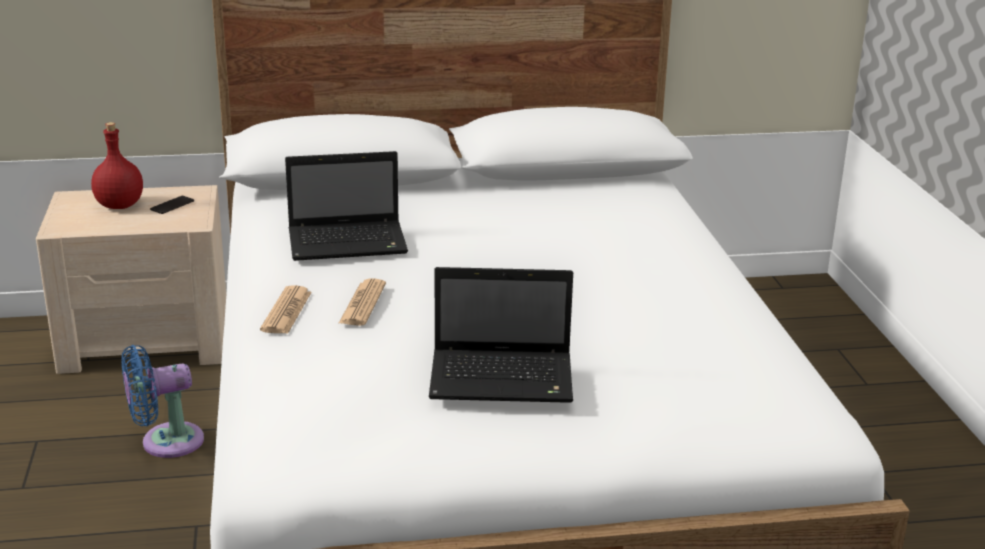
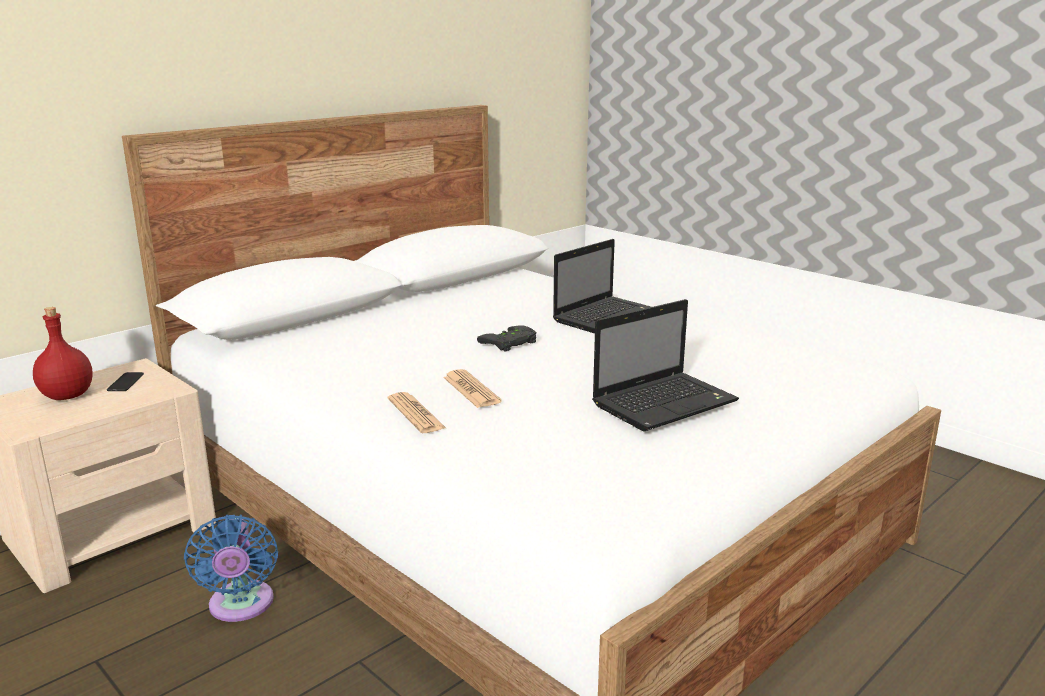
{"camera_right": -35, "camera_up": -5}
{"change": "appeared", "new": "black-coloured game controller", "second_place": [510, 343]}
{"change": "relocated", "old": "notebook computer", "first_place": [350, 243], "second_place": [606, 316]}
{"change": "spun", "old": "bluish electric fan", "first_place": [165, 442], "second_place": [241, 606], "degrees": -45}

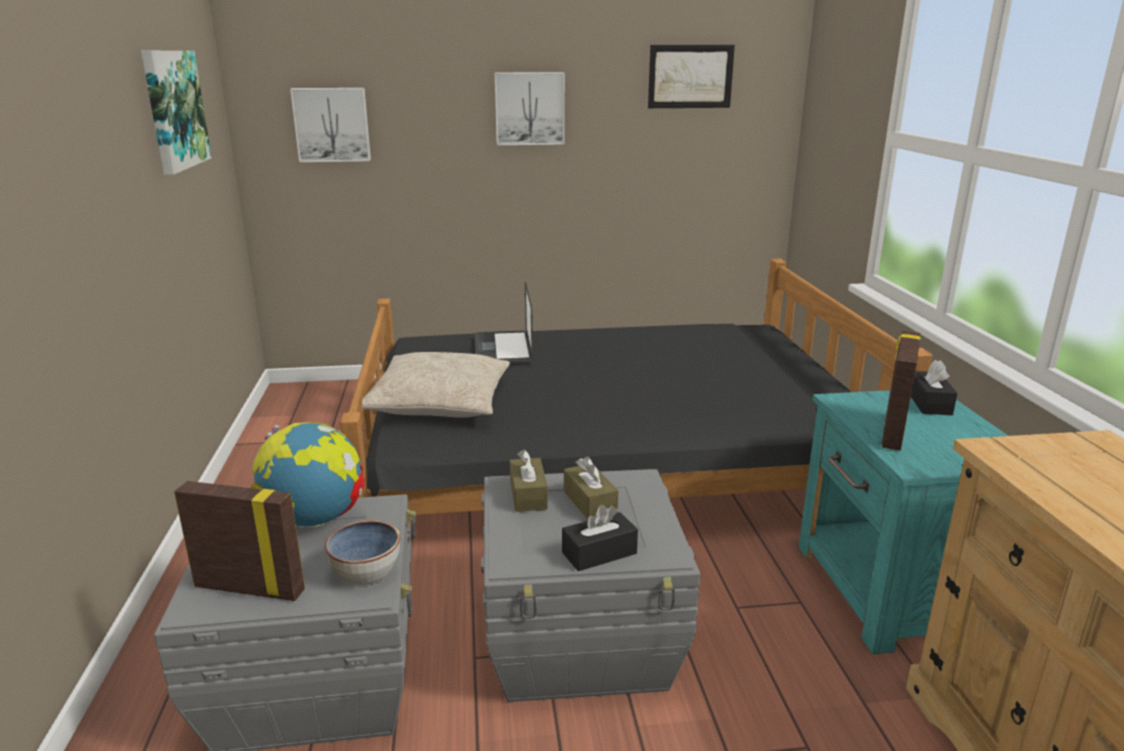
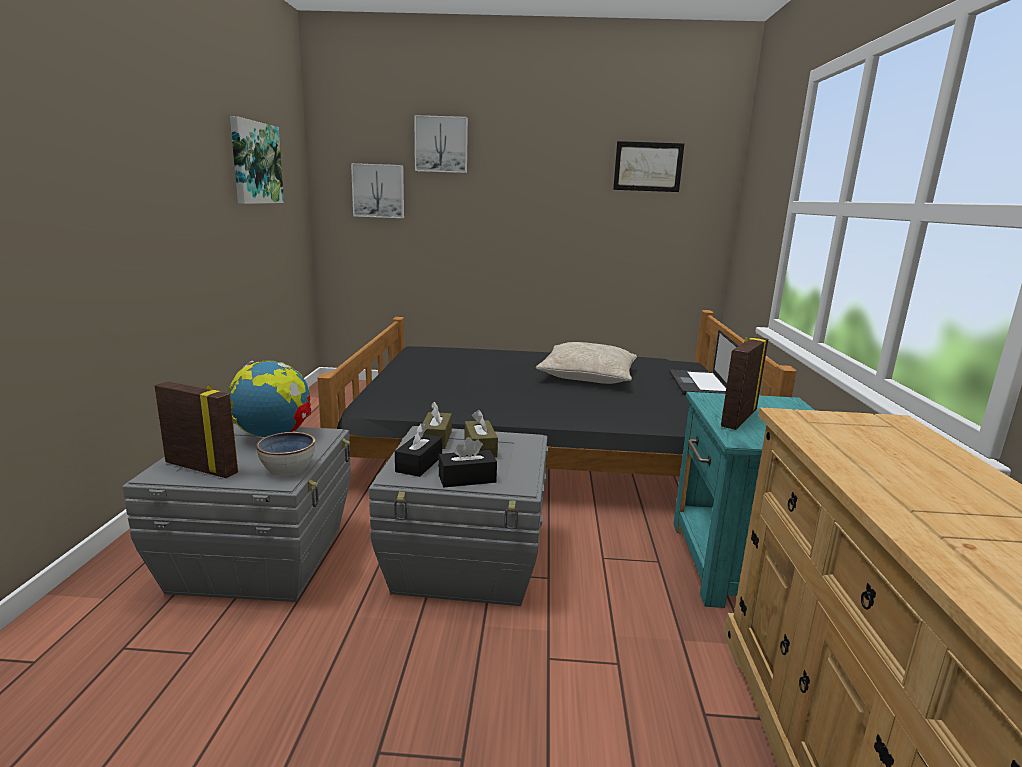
{"camera_right": 10, "camera_up": -5}
{"change": "relocated", "old": "beige-coloured pillow", "first_place": [439, 401], "second_place": [588, 375]}
{"change": "relocated", "old": "notebook computer", "first_place": [503, 350], "second_place": [698, 384]}
{"change": "relocated", "old": "picture", "first_place": [529, 108], "second_place": [441, 144]}
{"change": "relocated", "old": "black-coloured tissue holder", "first_place": [929, 403], "second_place": [419, 464]}

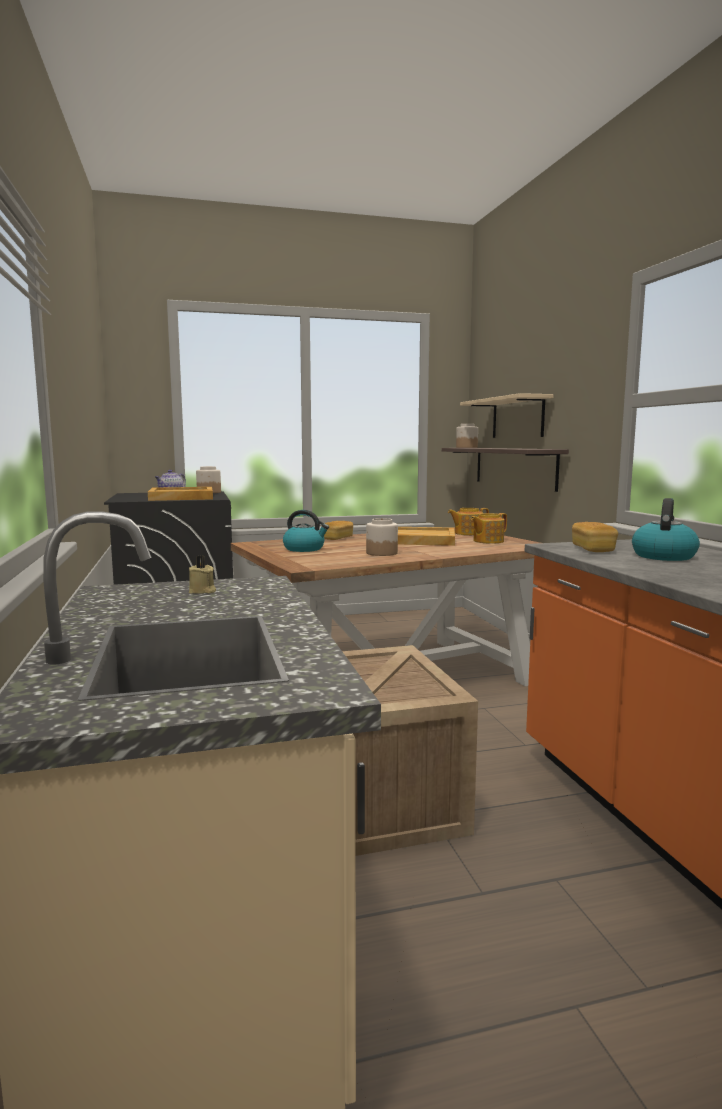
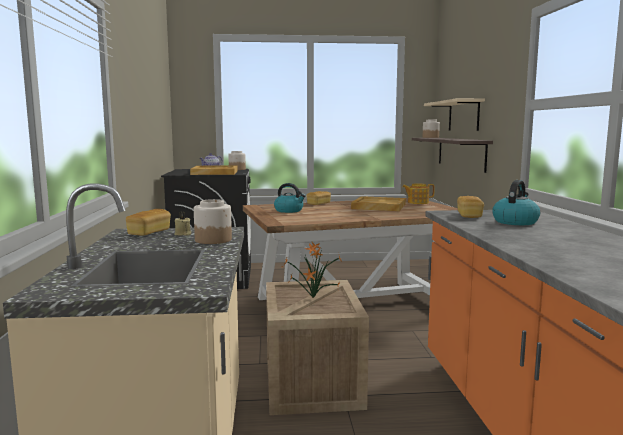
{"camera_right": 10, "camera_up": 0}
{"change": "missing", "old": "teapot", "first_place": [487, 541]}
{"change": "appeared", "new": "baked bread", "second_place": [149, 233]}
{"change": "appeared", "new": "plant in a pot", "second_place": [311, 298]}
{"change": "relocated", "old": "storage jar", "first_place": [381, 553], "second_place": [213, 240]}

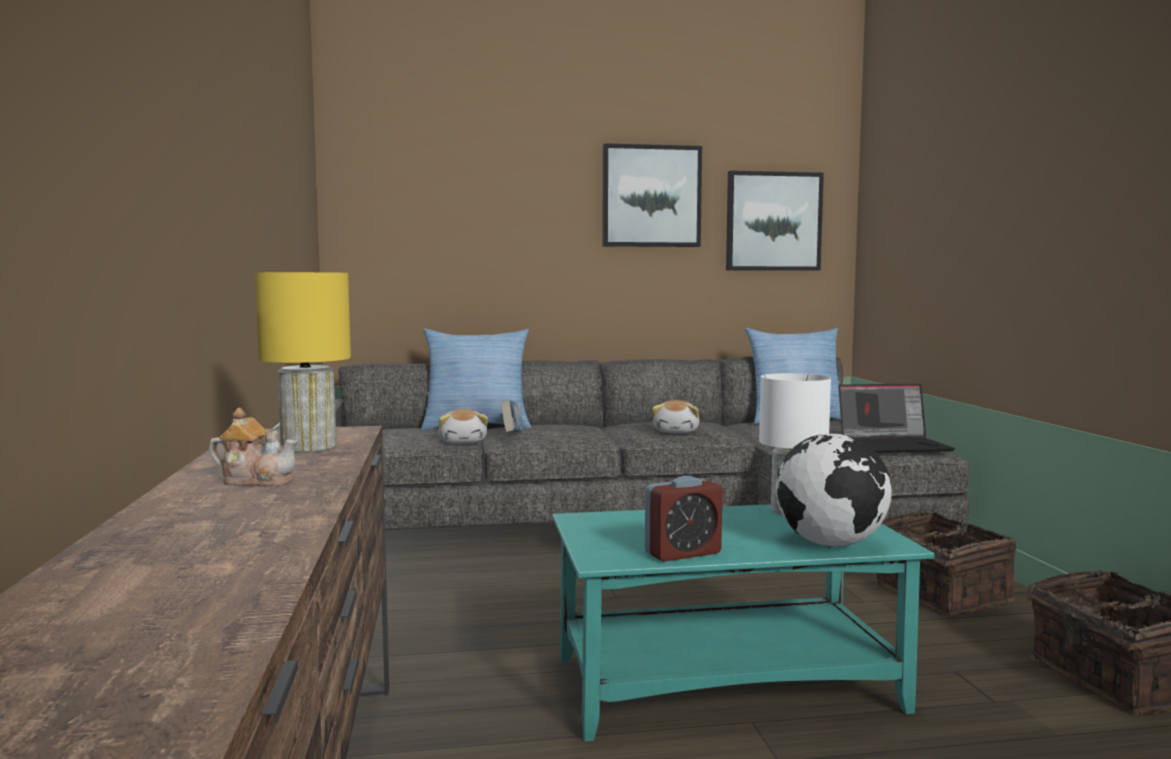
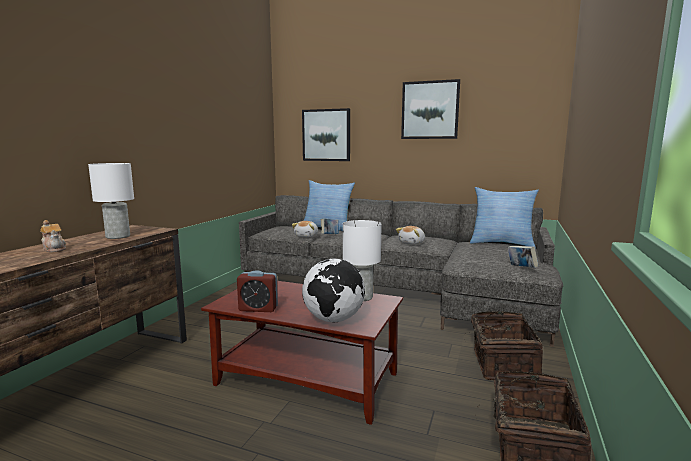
{"camera_right": 30, "camera_up": 5}
{"change": "relocated", "old": "picture", "first_place": [773, 221], "second_place": [326, 135]}
{"change": "exchanged", "old": "notebook computer", "new": "bound book", "first_place": [894, 445], "second_place": [521, 268]}
{"change": "colour", "old": "yellowish table lamp", "new": "white-coloured table lamp", "first_place": [307, 448], "second_place": [117, 236]}
{"change": "colour", "old": "turquoise-coloured low table", "new": "brownish low table", "first_place": [728, 683], "second_place": [308, 379]}

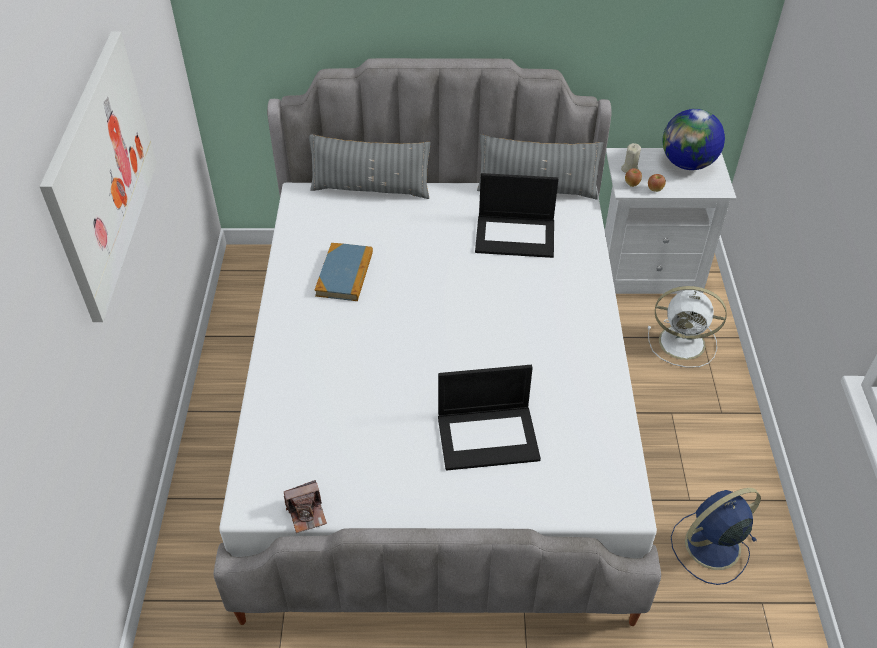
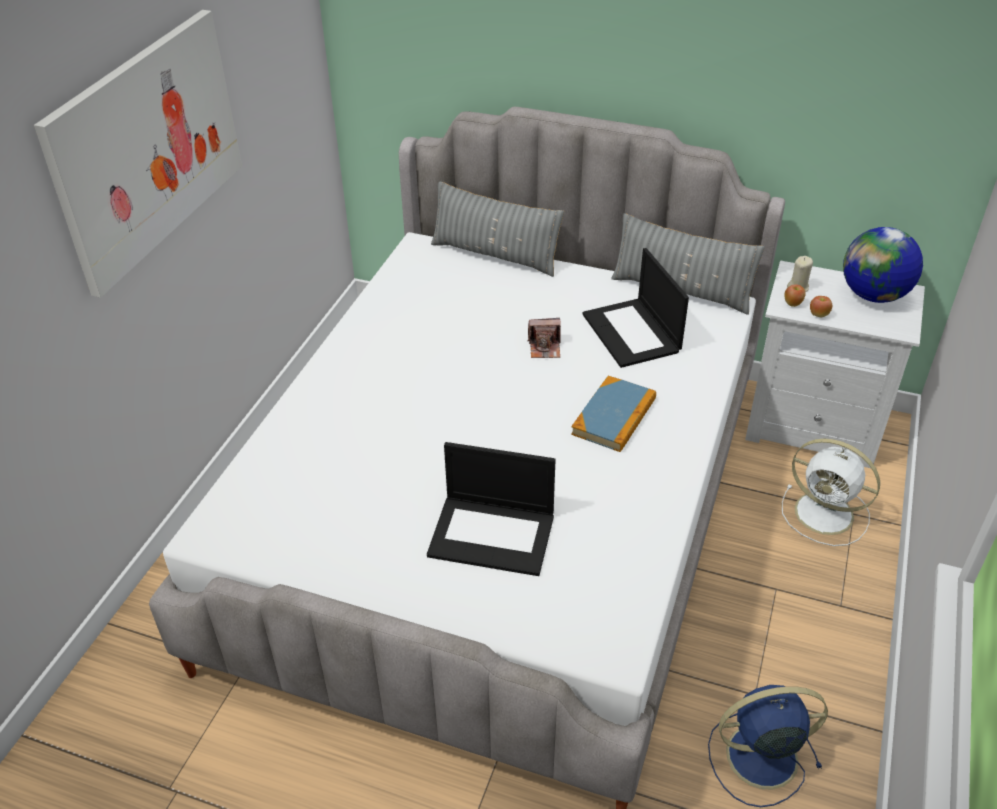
{"camera_right": 20, "camera_up": -5}
{"change": "relocated", "old": "photo camera", "first_place": [307, 514], "second_place": [545, 348]}
{"change": "relocated", "old": "bound book", "first_place": [345, 274], "second_place": [614, 417]}
{"change": "spun", "old": "notebook computer", "first_place": [516, 236], "second_place": [632, 333], "degrees": 45}

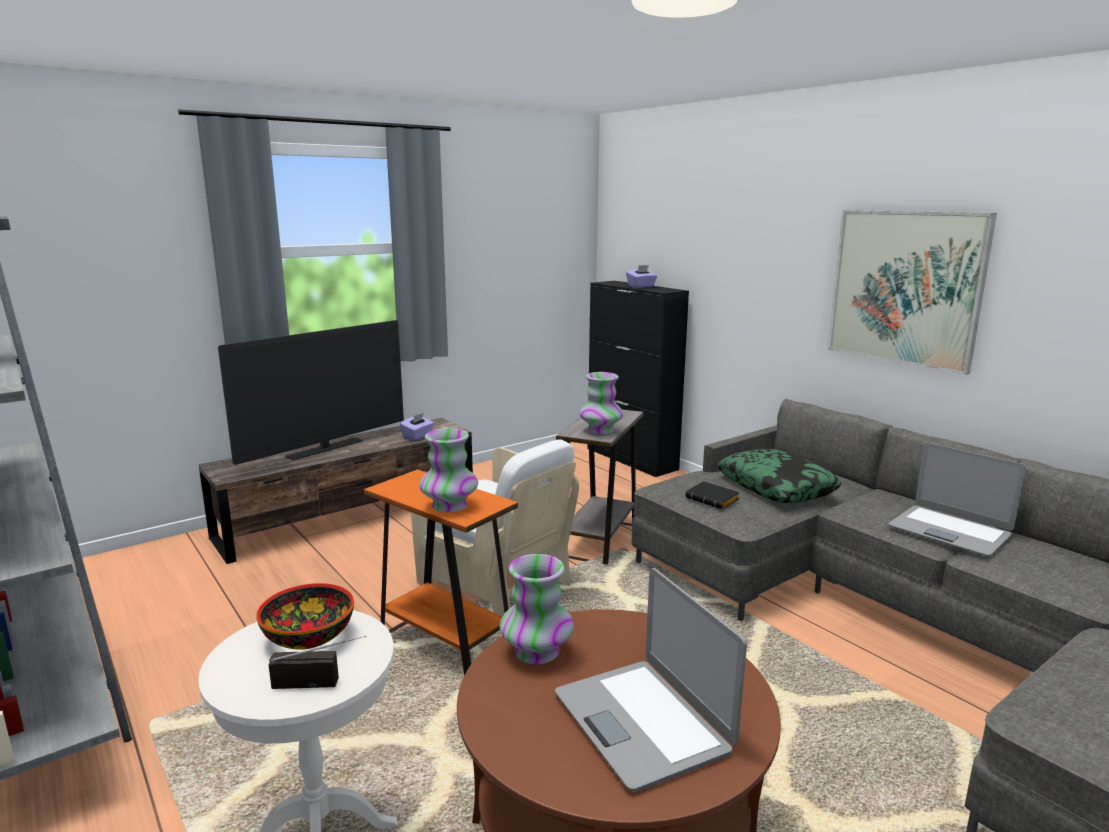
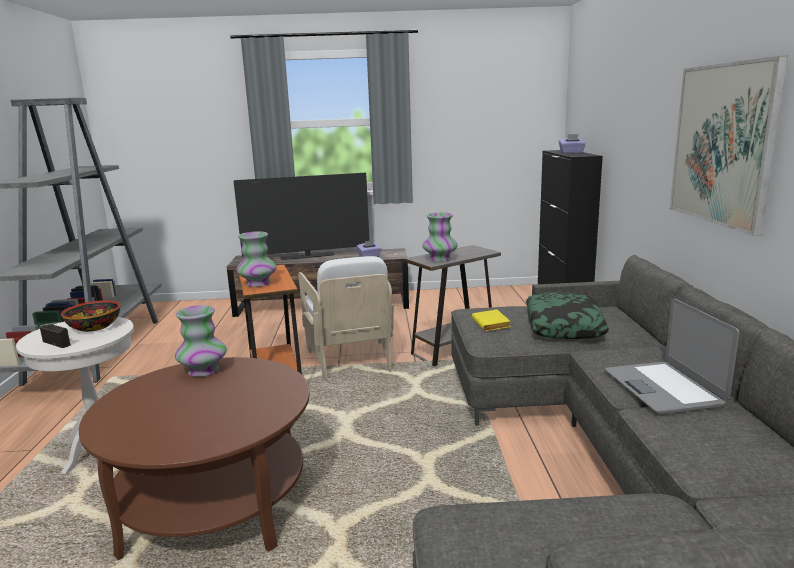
{"camera_right": 35, "camera_up": 0}
{"change": "missing", "old": "notebook computer", "first_place": [642, 722]}
{"change": "colour", "old": "black-coloured bound book", "new": "yellowish bound book", "first_place": [714, 500], "second_place": [492, 324]}

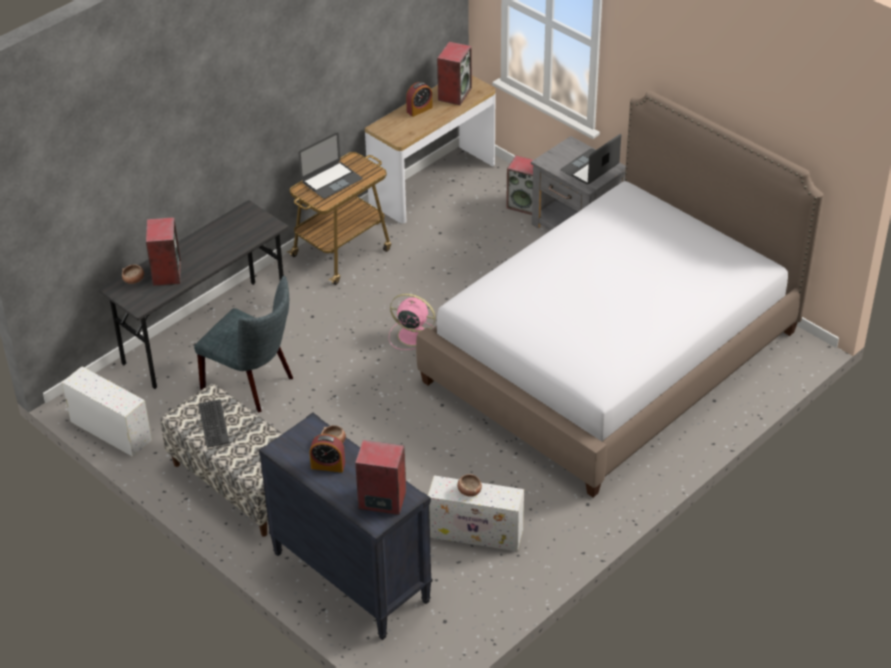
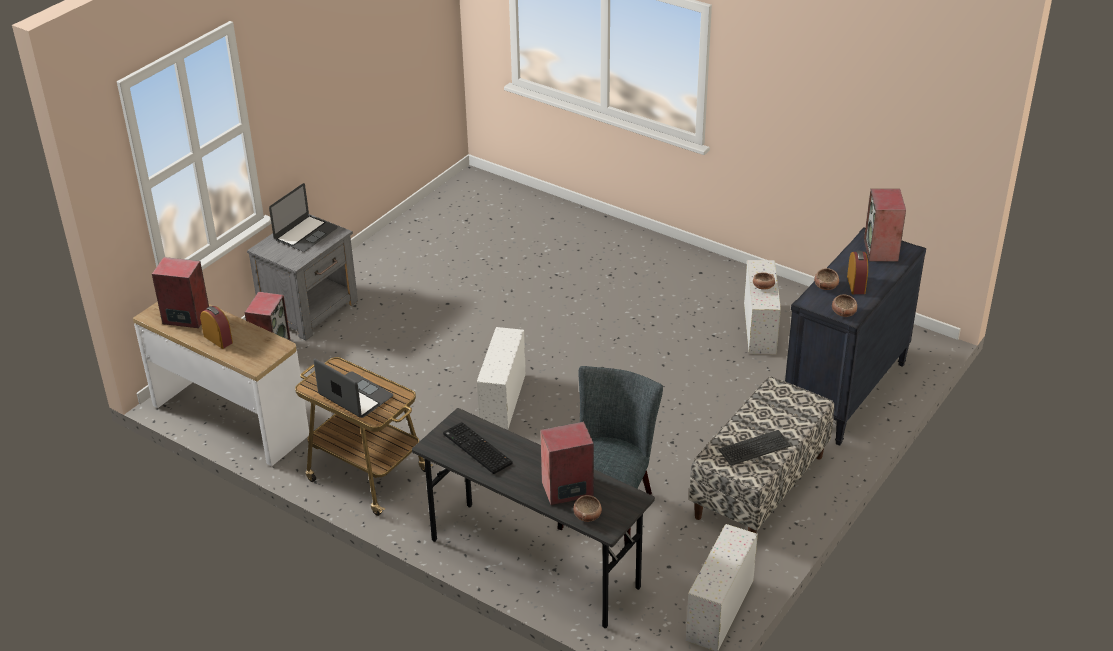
{"camera_right": -100, "camera_up": -5}
{"change": "missing", "old": "bed", "first_place": [612, 356]}
{"change": "appeared", "new": "PC keyboard", "second_place": [476, 449]}
{"change": "appeared", "new": "deep dish", "second_place": [843, 312]}
{"change": "exchanged", "old": "pinkish electric fan", "new": "white-coloured storage box", "first_place": [411, 335], "second_place": [502, 401]}
{"change": "spun", "old": "notebook computer", "first_place": [590, 167], "second_place": [305, 234], "degrees": -90}

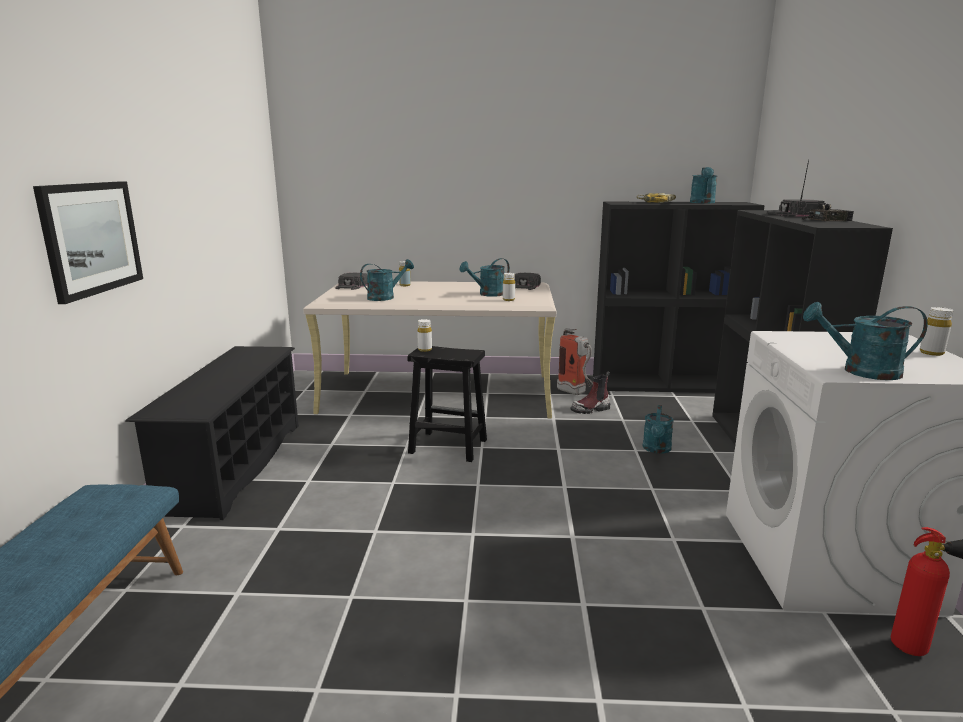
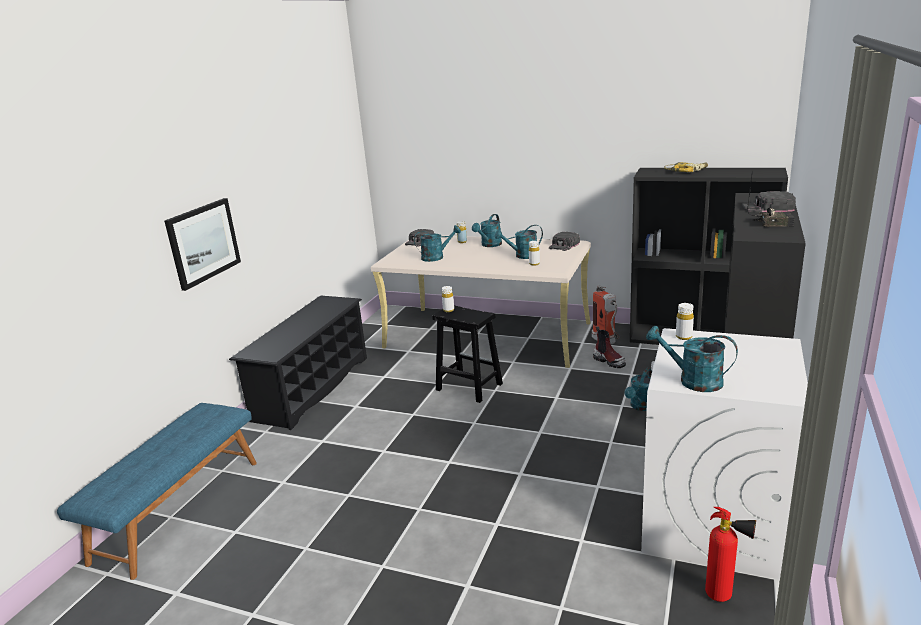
{"camera_right": 20, "camera_up": 5}
{"change": "relocated", "old": "turquoise-coloured sprinkling can", "first_place": [702, 203], "second_place": [489, 245]}
{"change": "relocated", "old": "white-coloured bottle", "first_place": [931, 353], "second_place": [684, 337]}
{"change": "spun", "old": "tall boot", "first_place": [591, 409], "second_place": [609, 361], "degrees": -120}

